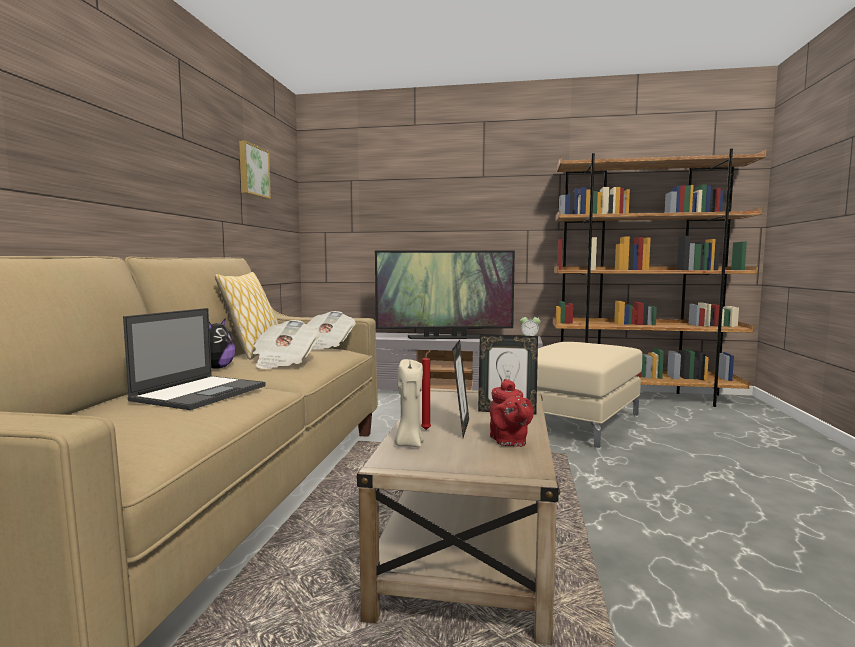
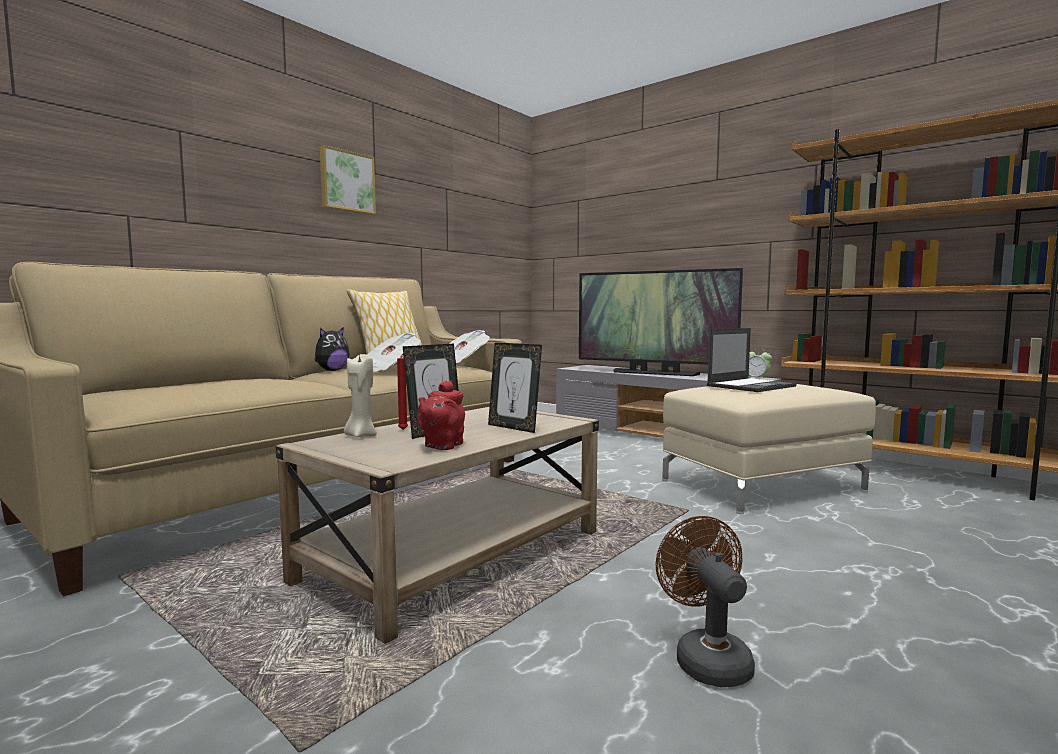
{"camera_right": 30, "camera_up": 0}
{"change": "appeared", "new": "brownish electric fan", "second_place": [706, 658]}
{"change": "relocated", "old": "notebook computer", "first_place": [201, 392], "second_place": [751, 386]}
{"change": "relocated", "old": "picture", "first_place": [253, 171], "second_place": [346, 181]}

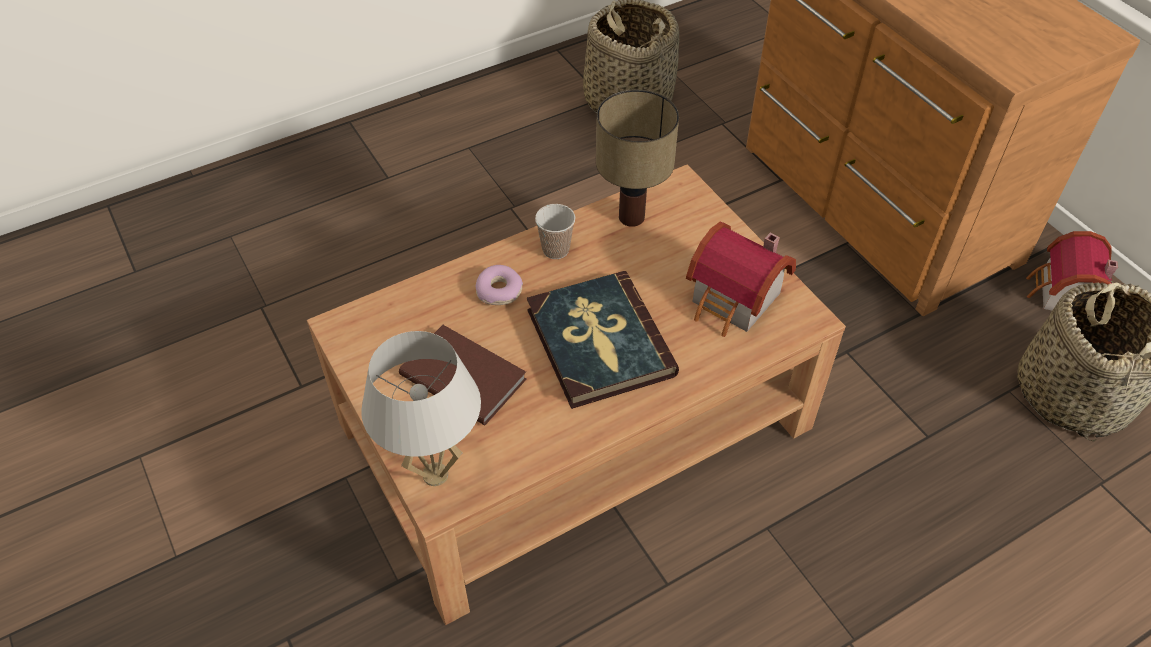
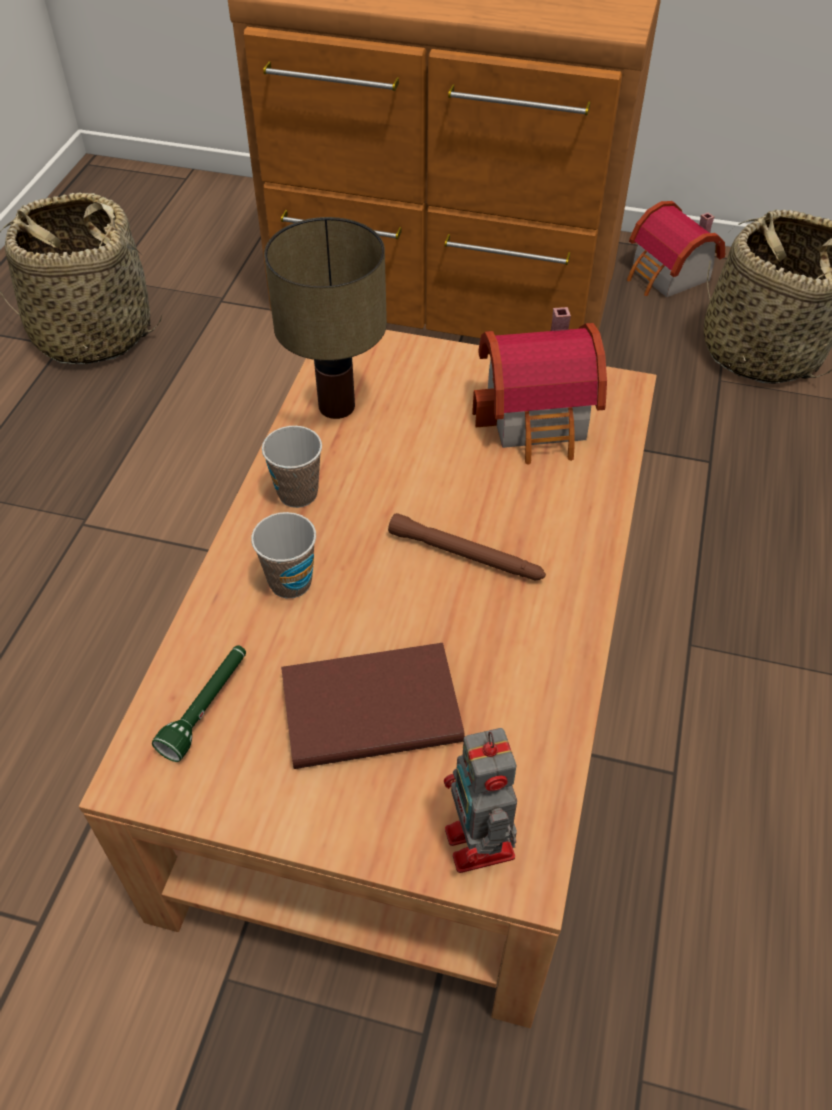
{"camera_right": -45, "camera_up": 0}
{"change": "appeared", "new": "green hand torch", "second_place": [207, 707]}
{"change": "exchanged", "old": "white-coloured table lamp", "new": "robot figure", "first_place": [435, 474], "second_place": [480, 846]}
{"change": "exchanged", "old": "donut", "new": "drinking cup", "first_place": [499, 291], "second_place": [290, 582]}
{"change": "exchanged", "old": "bound book", "new": "brownish hand torch", "first_place": [599, 343], "second_place": [466, 555]}

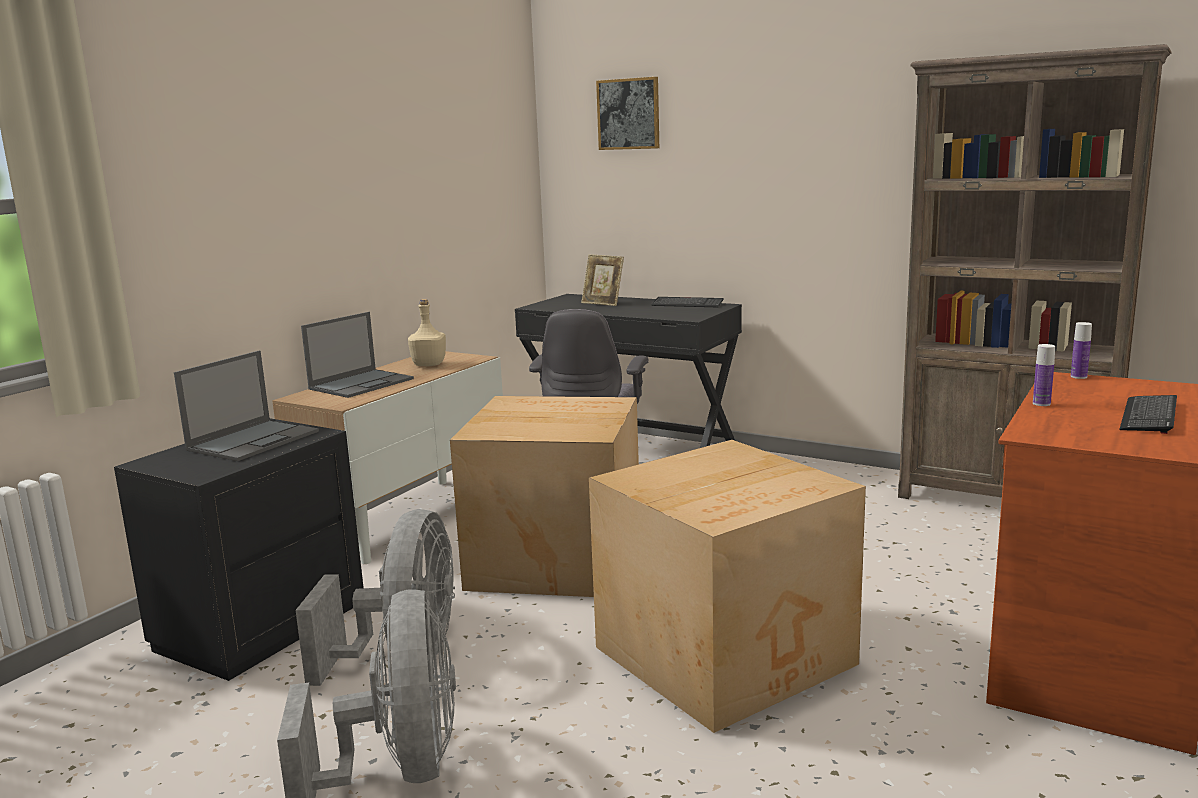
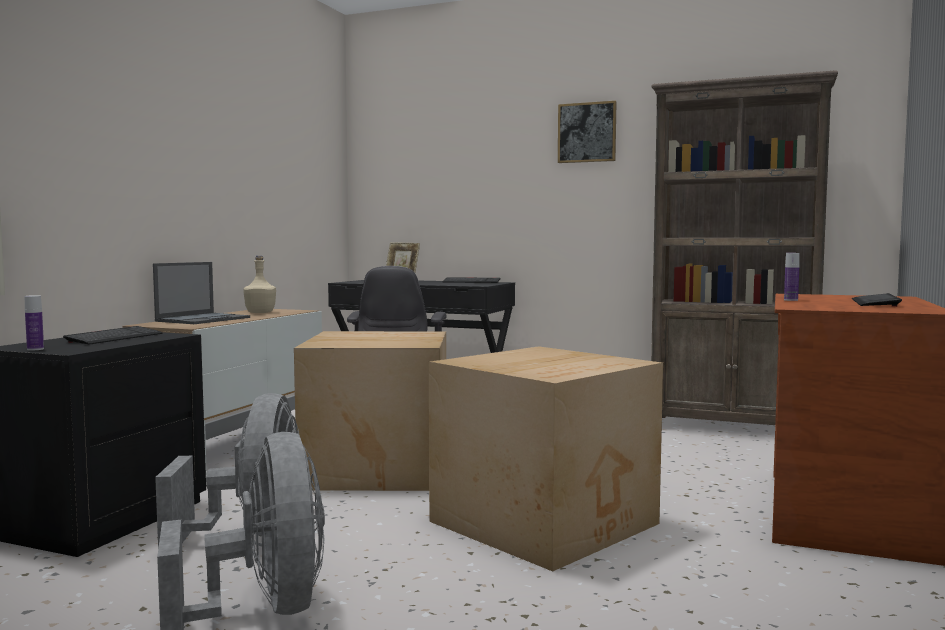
{"camera_right": -10, "camera_up": -10}
{"change": "relocated", "old": "picture", "first_place": [628, 114], "second_place": [587, 132]}
{"change": "relocated", "old": "bottle", "first_place": [1078, 377], "second_place": [35, 349]}
{"change": "exchanged", "old": "notebook computer", "new": "PC keyboard", "first_place": [254, 440], "second_place": [115, 338]}

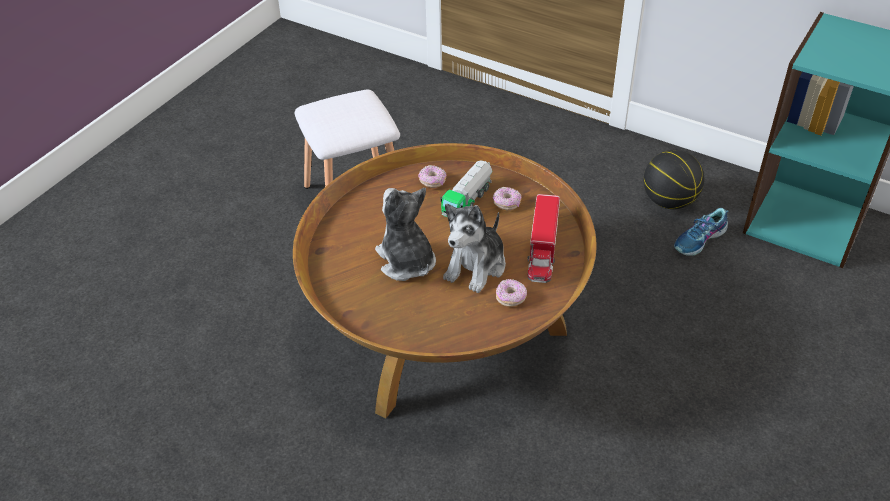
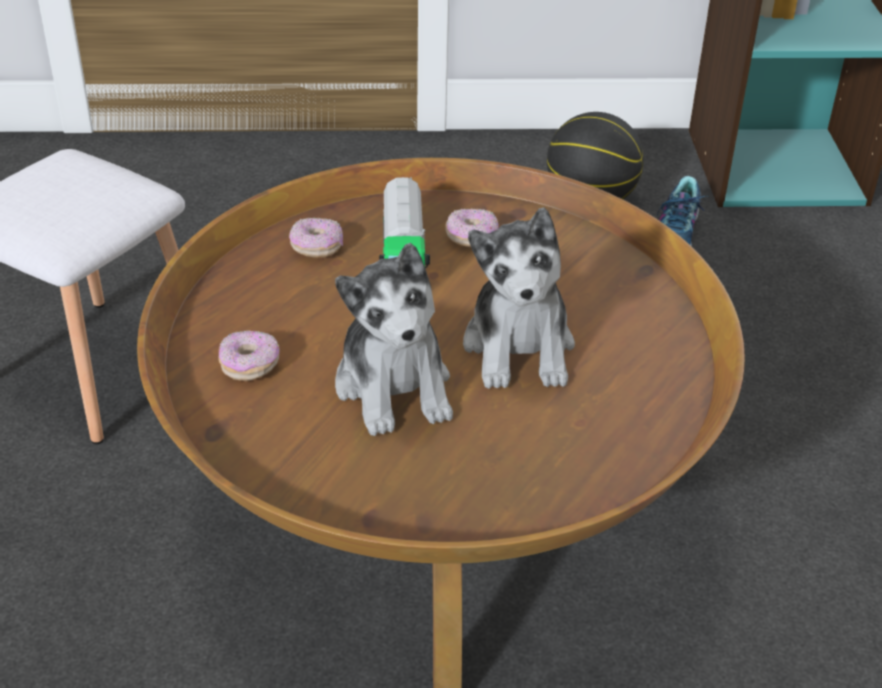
{"camera_right": -35, "camera_up": -5}
{"change": "missing", "old": "toy truck", "first_place": [543, 248]}
{"change": "relocated", "old": "donut", "first_place": [511, 298], "second_place": [250, 366]}
{"change": "spun", "old": "soft toy", "first_place": [406, 262], "second_place": [394, 387], "degrees": -135}

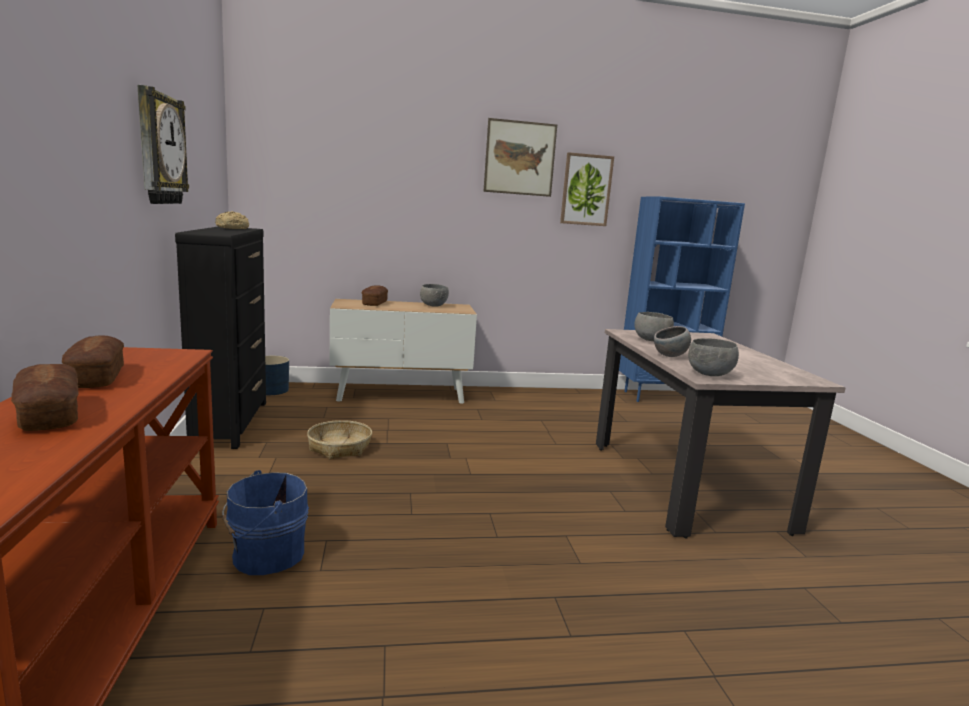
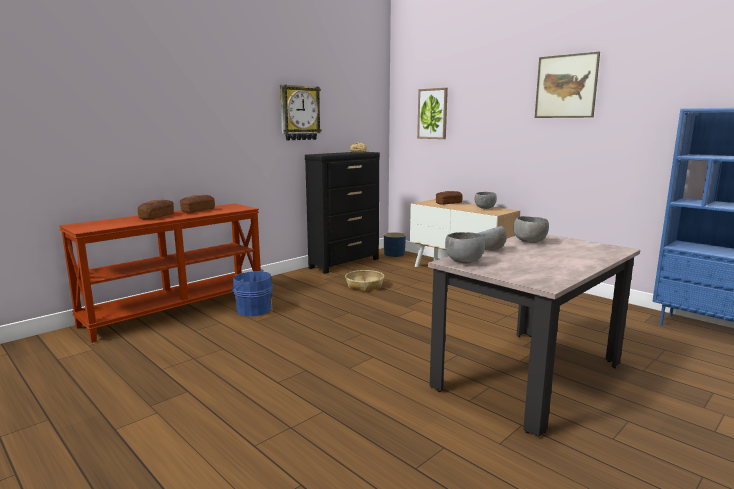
{"camera_right": 55, "camera_up": 0}
{"change": "relocated", "old": "picture", "first_place": [586, 190], "second_place": [432, 114]}

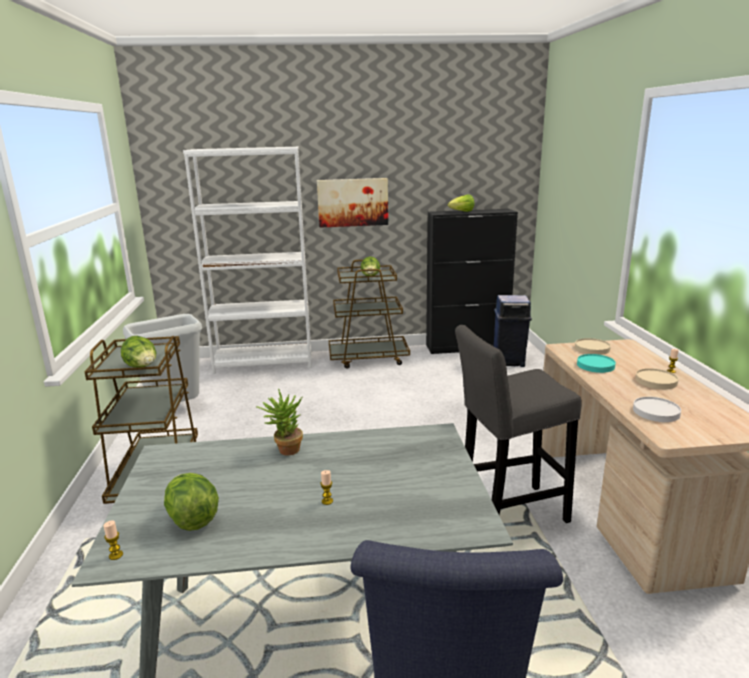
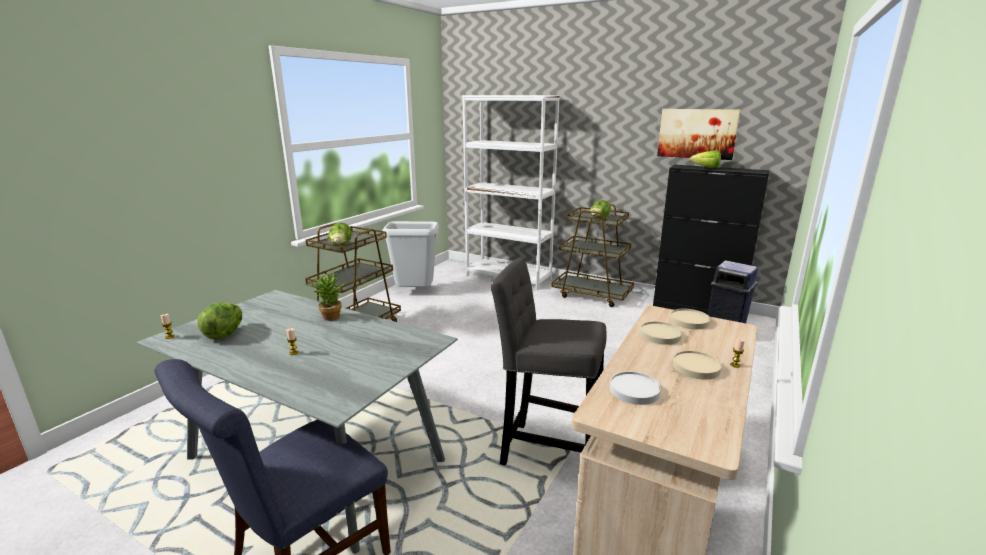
{"camera_right": 35, "camera_up": 0}
{"change": "relocated", "old": "picture", "first_place": [352, 202], "second_place": [697, 133]}
{"change": "colour", "old": "turquoise-coloured dinner plate", "new": "beige-coloured dinner plate", "first_place": [595, 365], "second_place": [660, 335]}

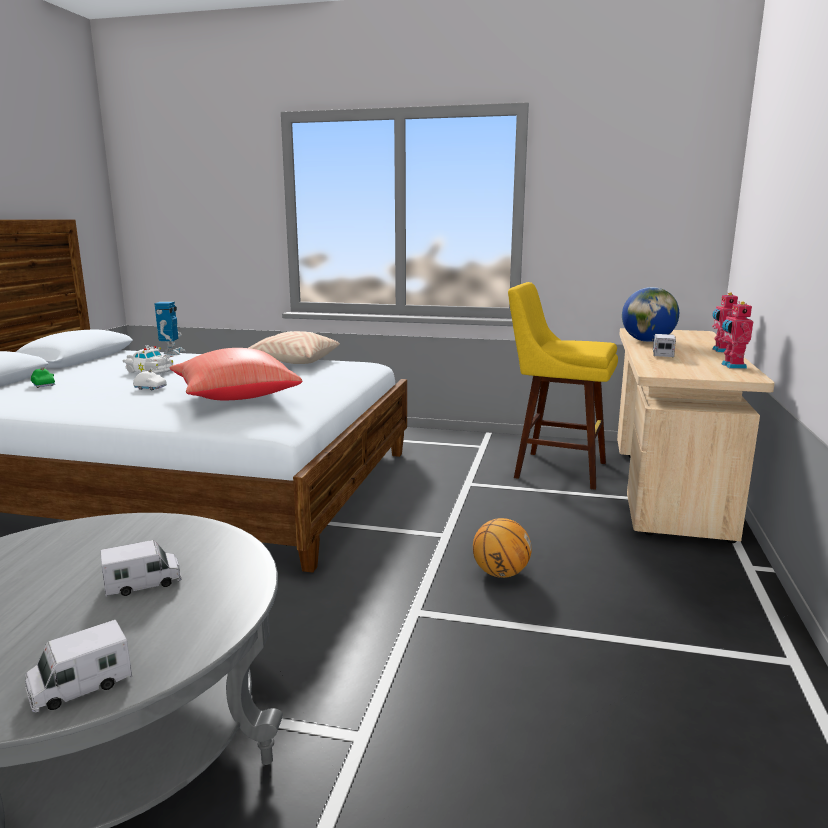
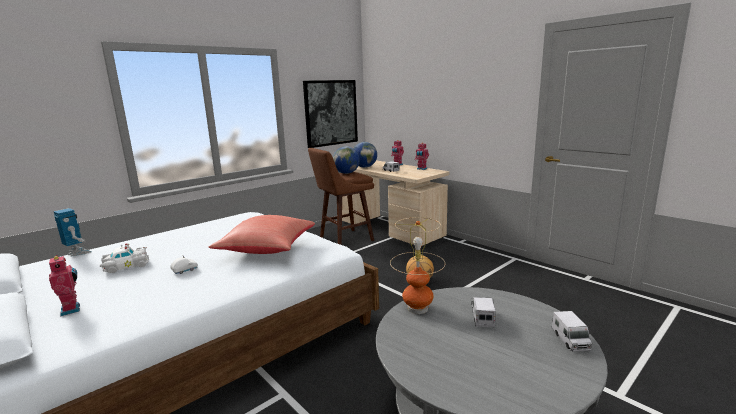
{"camera_right": -55, "camera_up": 0}
{"change": "missing", "old": "beige-coloured pillow", "first_place": [293, 362]}
{"change": "appeared", "new": "picture", "second_place": [331, 113]}
{"change": "appeared", "new": "globe", "second_place": [346, 173]}
{"change": "appeared", "new": "table lamp", "second_place": [418, 308]}
{"change": "exchanged", "old": "green miniature car", "new": "robot figure", "first_place": [44, 385], "second_place": [72, 309]}
{"change": "colour", "old": "yellowish sitting stool", "new": "brownish sitting stool", "first_place": [555, 469], "second_place": [344, 240]}

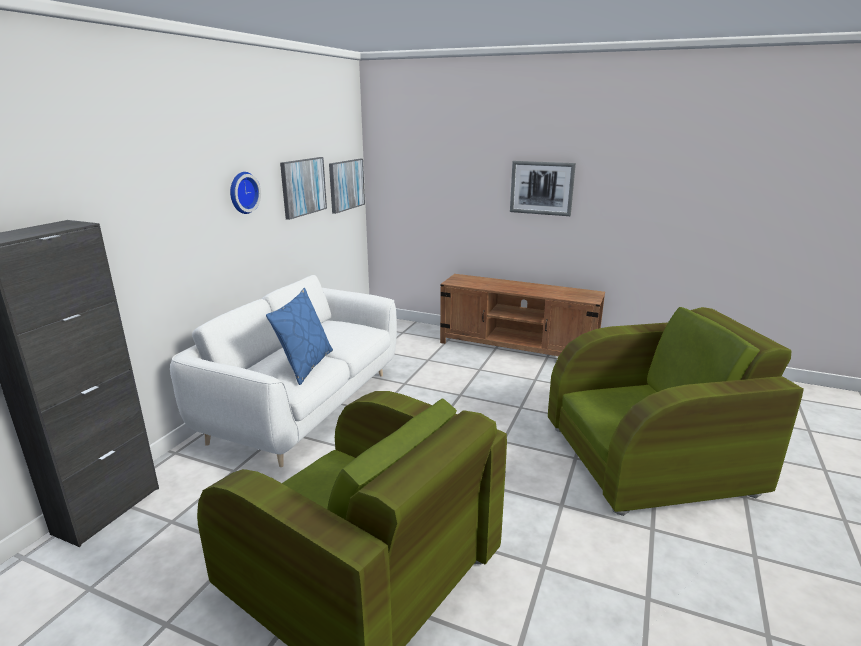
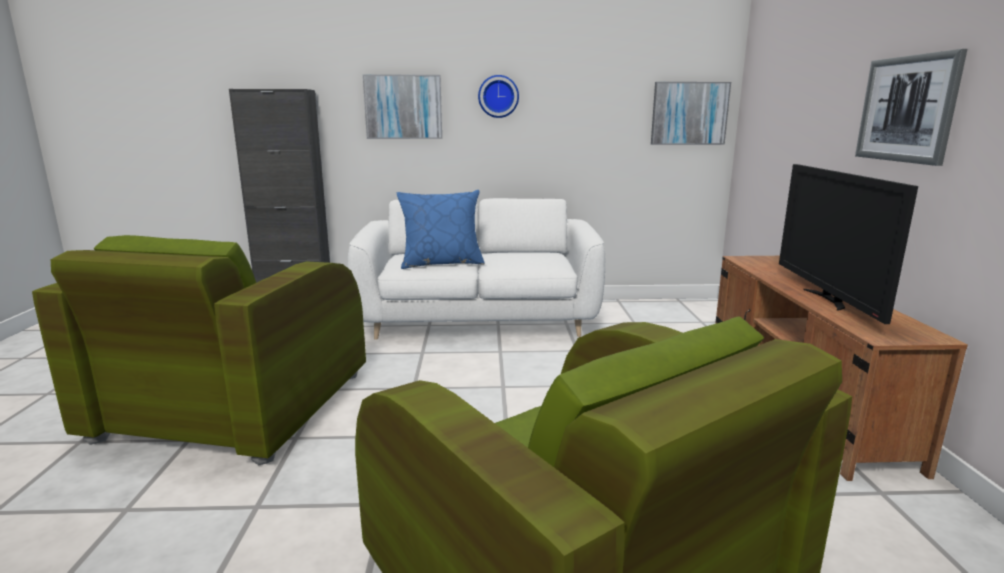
{"camera_right": 65, "camera_up": -5}
{"change": "appeared", "new": "TV", "second_place": [827, 299]}
{"change": "relocated", "old": "picture", "first_place": [303, 187], "second_place": [403, 107]}

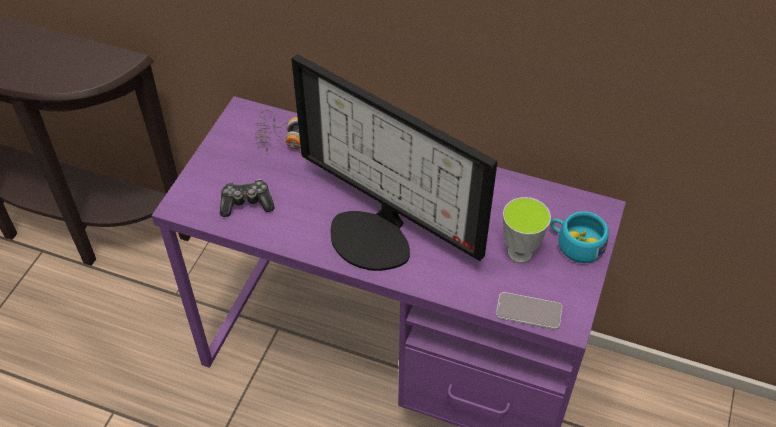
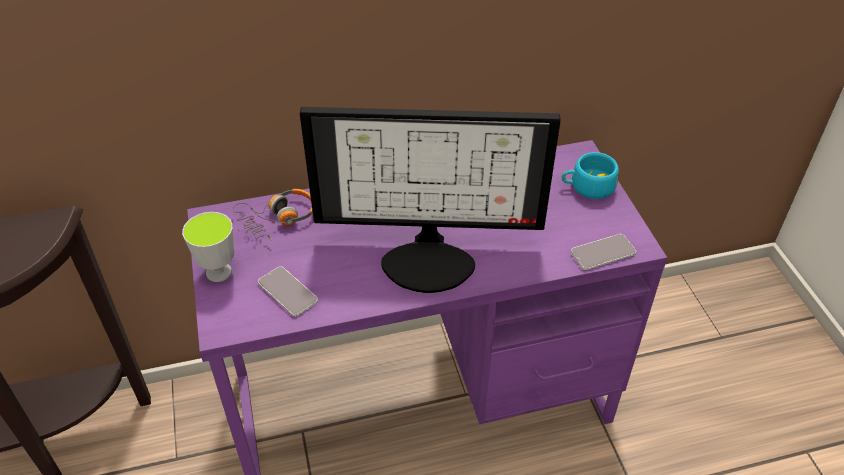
{"camera_right": -35, "camera_up": -5}
{"change": "relocated", "old": "drinking cup", "first_place": [519, 253], "second_place": [219, 272]}
{"change": "exchanged", "old": "game controller", "new": "handset", "first_place": [247, 203], "second_place": [287, 292]}

